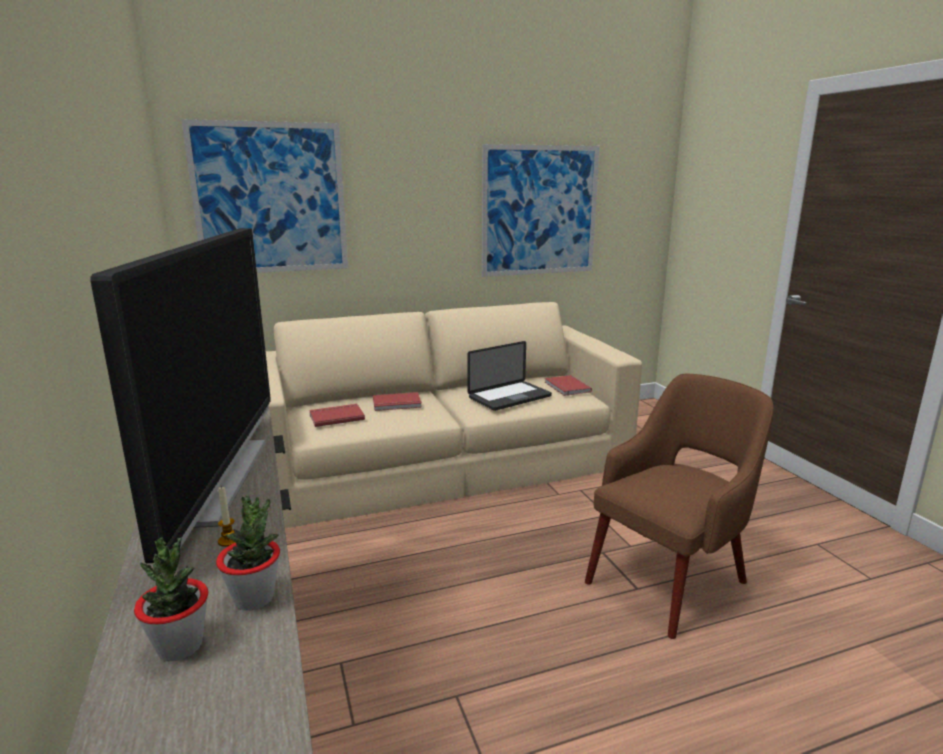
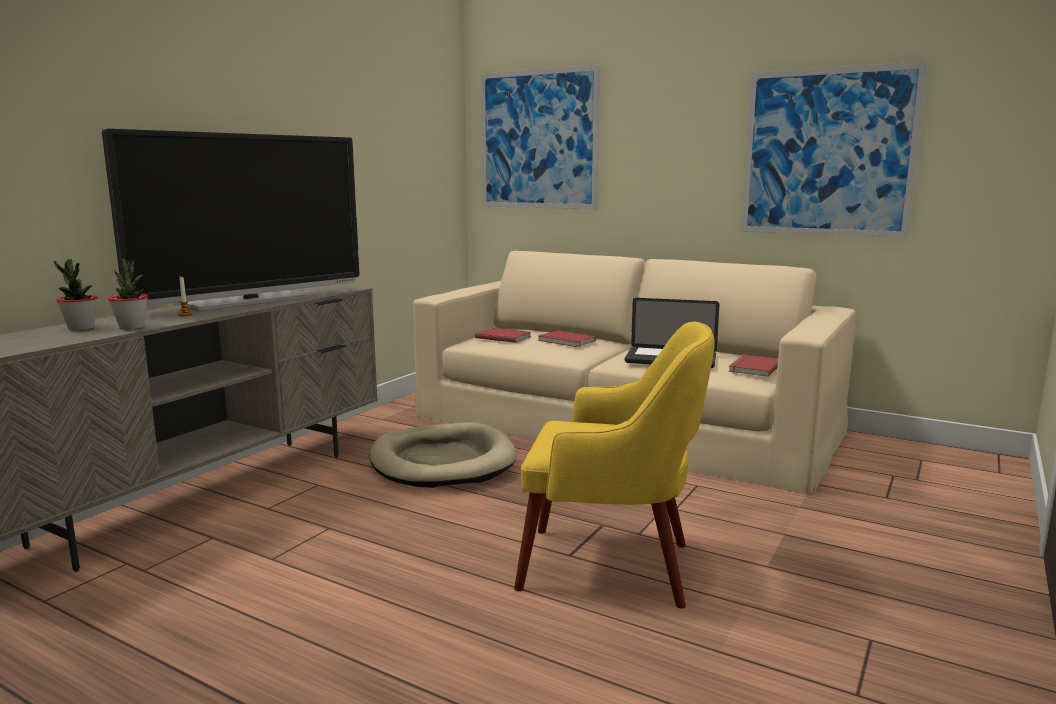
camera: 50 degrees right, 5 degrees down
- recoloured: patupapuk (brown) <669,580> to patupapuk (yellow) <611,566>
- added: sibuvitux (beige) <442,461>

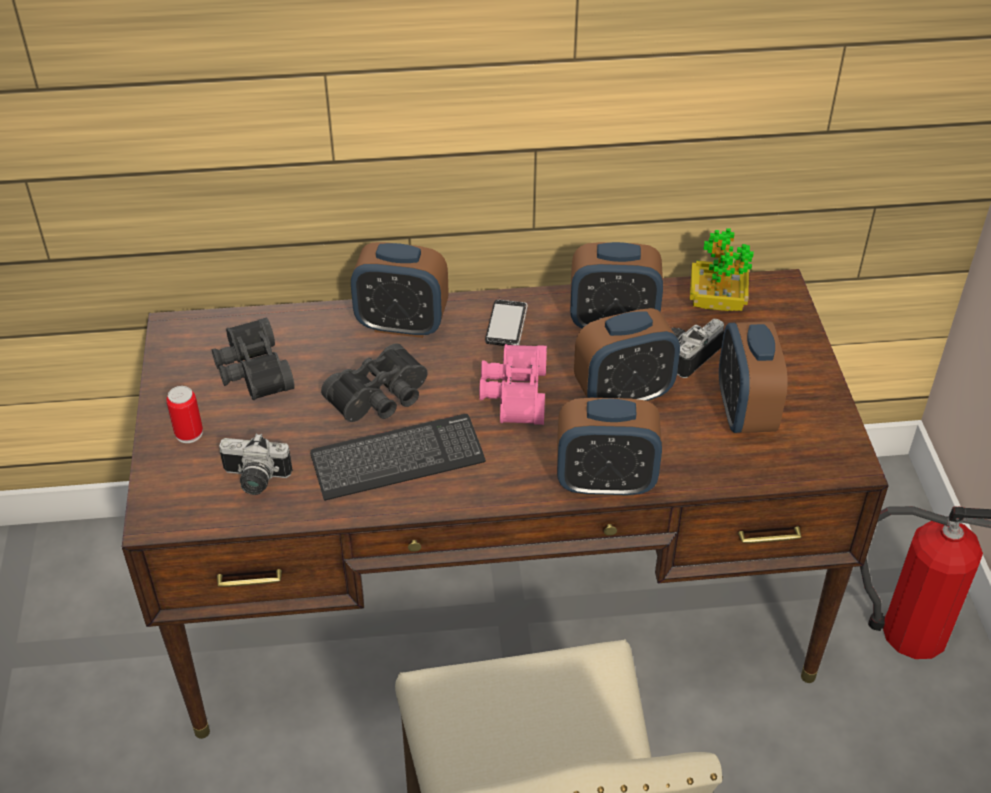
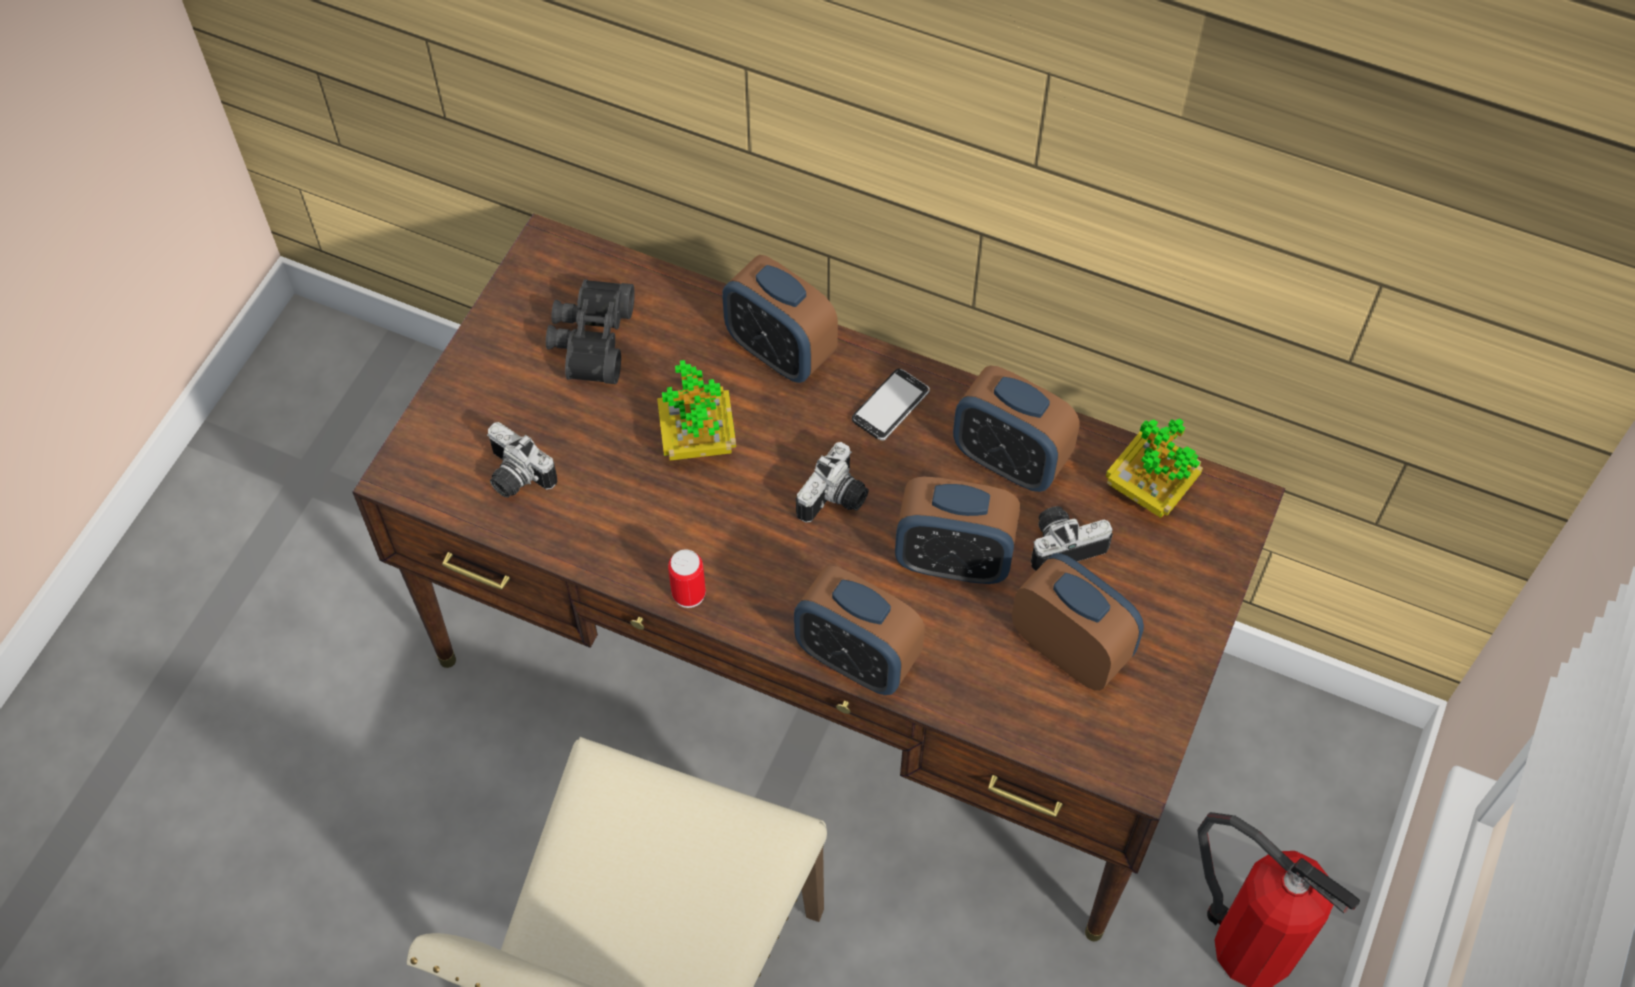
camera: 30 degrees right, 15 degrees up
- turned: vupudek <744,411> = <1070,648> 105 degrees clockwise
- replaced: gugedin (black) <381,398> to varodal <698,439>
- replaced: gugedin (pink) <513,394> to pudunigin <836,500>
- moved: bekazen <189,433> to <688,593>
- removed: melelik <398,459>

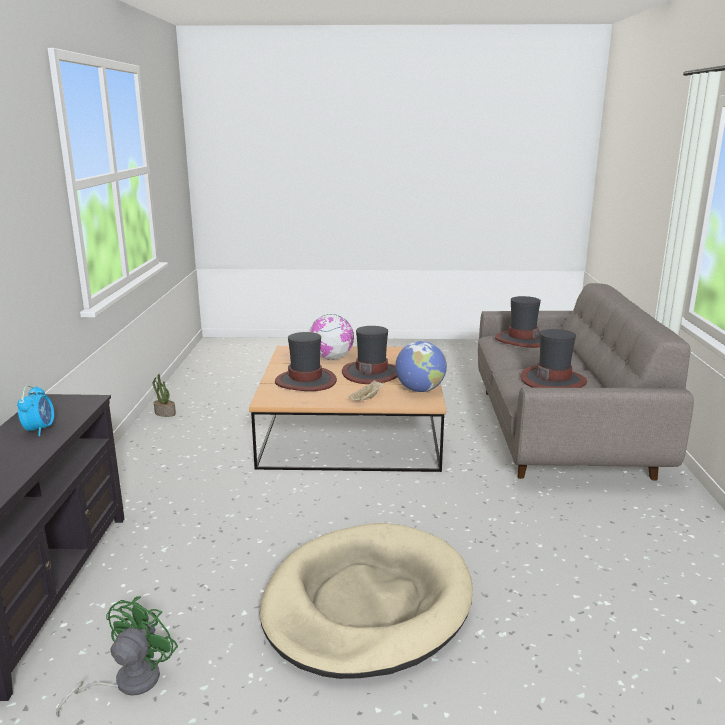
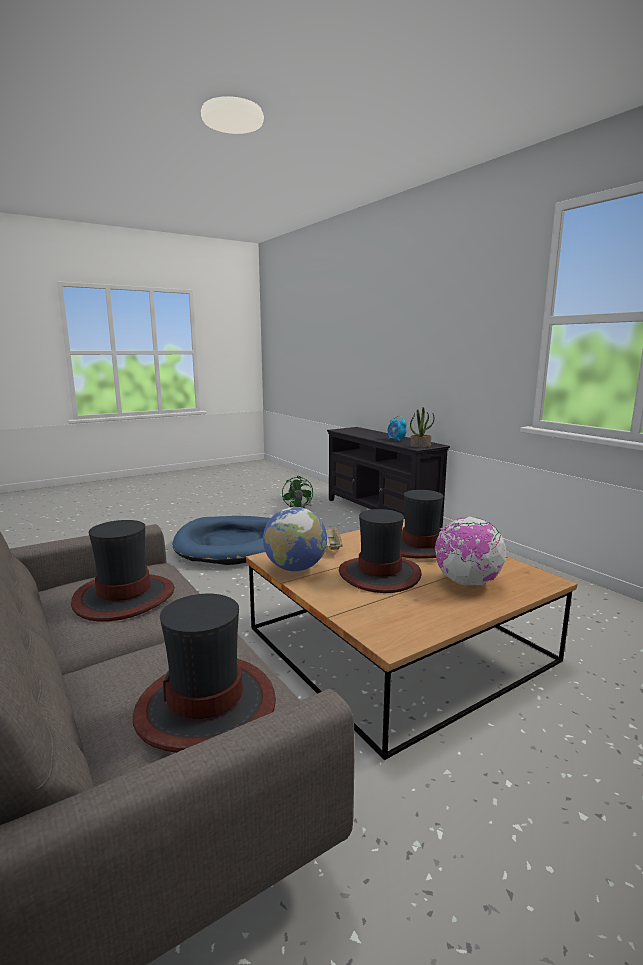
camera: 145 degrees right, 5 degrees down
- moved: varodal <164,413> to <420,446>
- recoloured: sibuvitux (beige) <367,604> to sibuvitux (blue) <232,544>

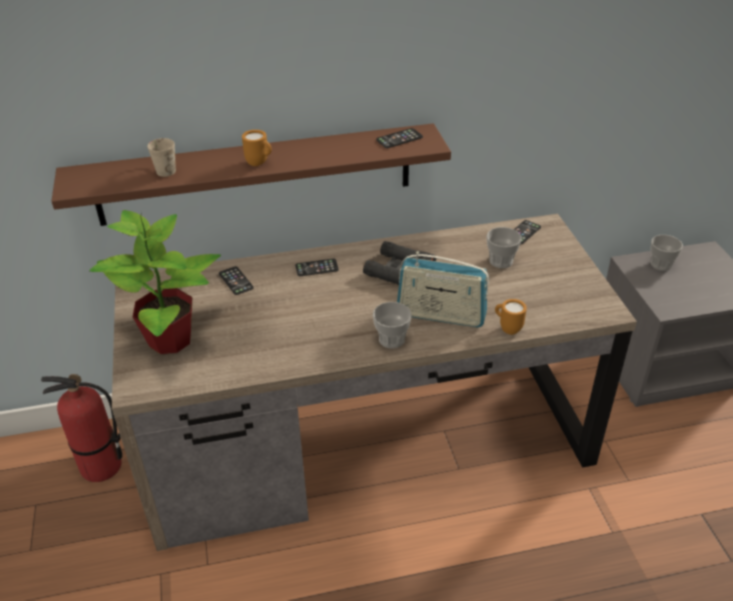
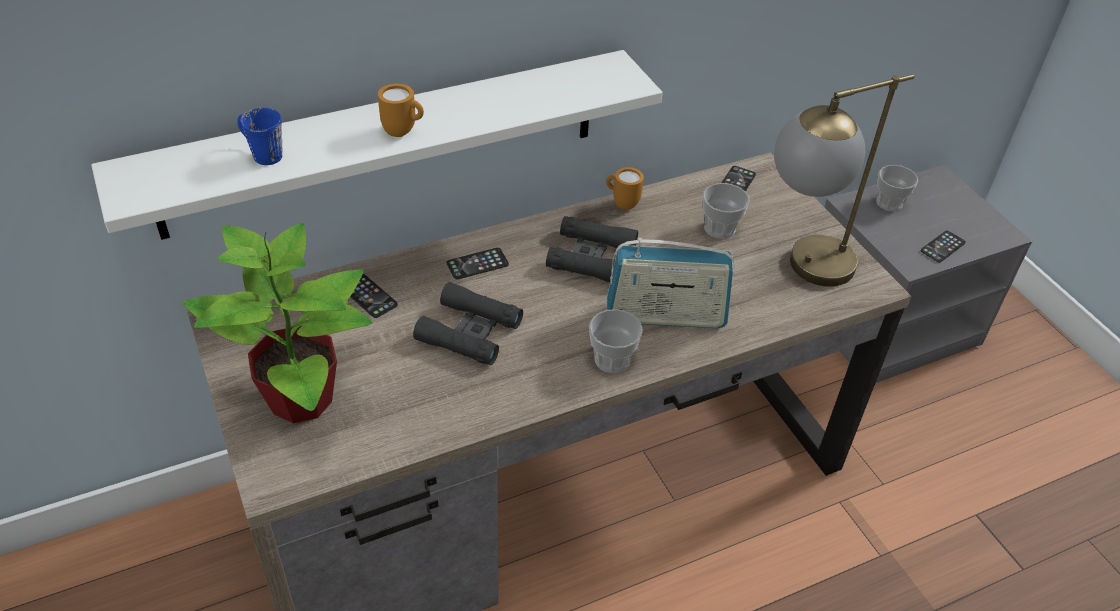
camera: 15 degrees left, 5 degrees up
- recoloured: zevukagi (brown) <255,175> to zevukagi (white) <384,143>
- moved: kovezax <399,139> to <942,247>
- recoloured: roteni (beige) <162,169> to roteni (blue) <261,153>
- moved: roteni (orange) <507,328> to <622,203>
- removed: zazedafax <101,467>
- added: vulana <802,271>
- added: gugedin (black) <469,332>

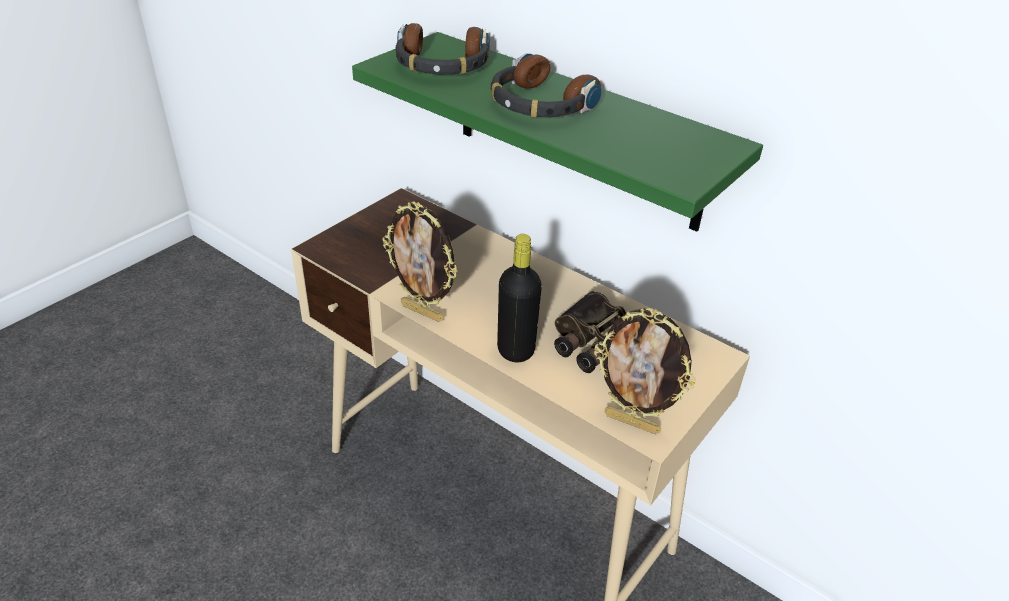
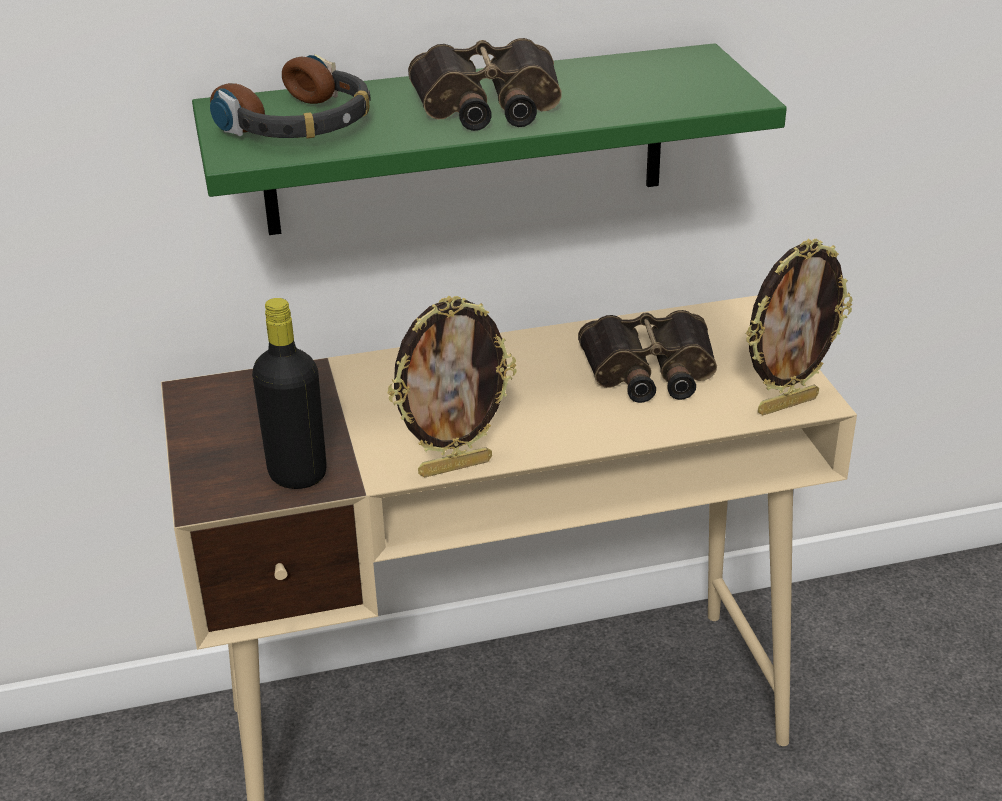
camera: 50 degrees left, 5 degrees down
- replaced: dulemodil <539,104> to gugedin <488,105>
- moved: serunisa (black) <515,350> to <297,474>

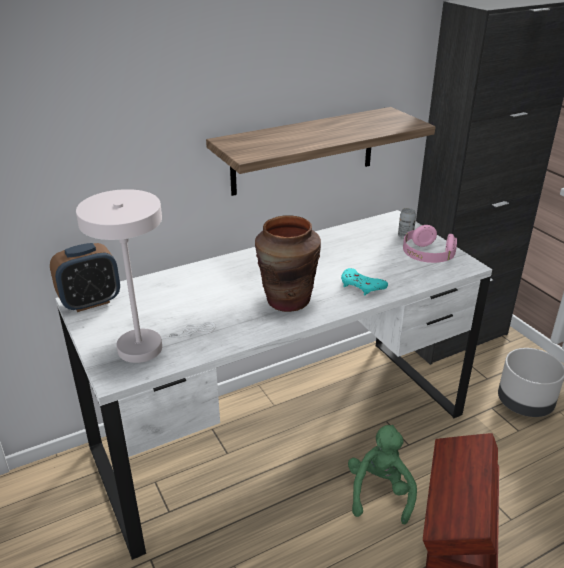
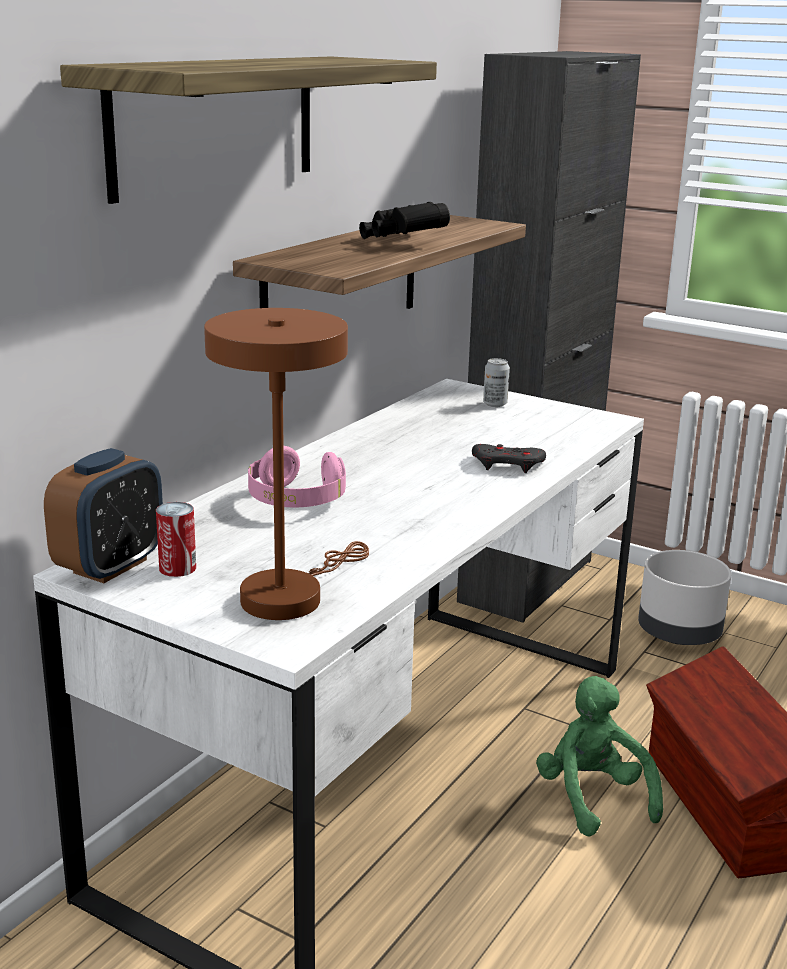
camera: 30 degrees left, 10 degrees down
- recoloured: vulana (white) <148,346> to vulana (brown) <289,594>
- removed: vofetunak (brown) <287,300>
- moved: dulemodil (pink) <427,256> to <296,501>
- recoloured: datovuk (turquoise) <361,285> to datovuk (grey) <507,464>
- added: zevukagi <215,124>
- added: gugedin (black) <401,241>
- added: bekazen <177,568>

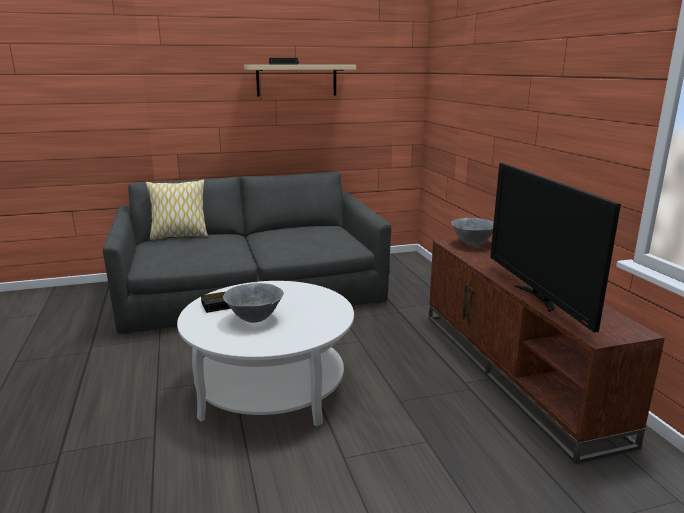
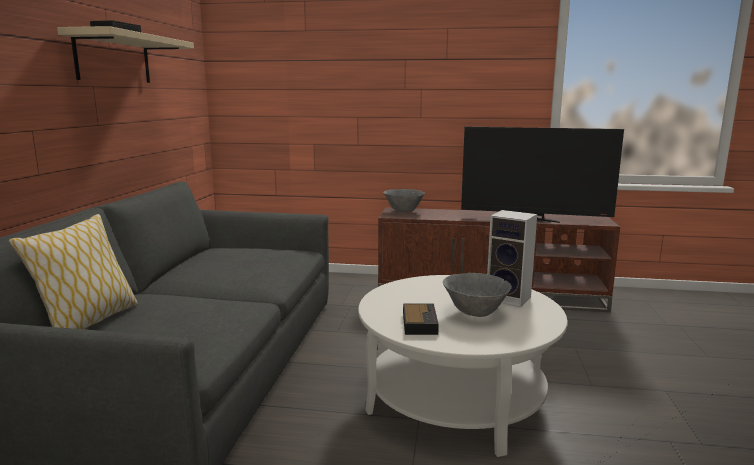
camera: 65 degrees left, 5 degrees down
- added: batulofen <510,298>

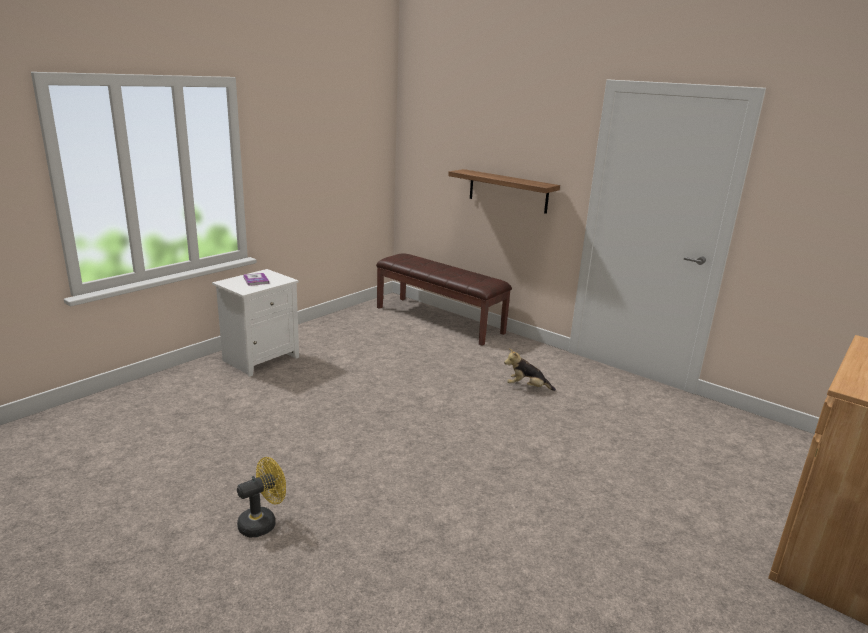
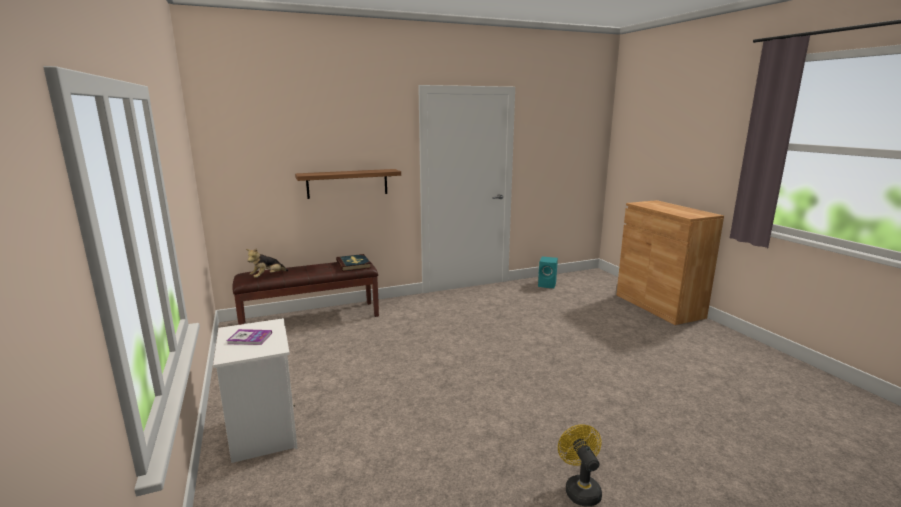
camera: 60 degrees left, 5 degrees down
- moved: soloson <527,387> to <268,277>
- added: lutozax <353,264>
- added: batulofen (turquoise) <547,285>

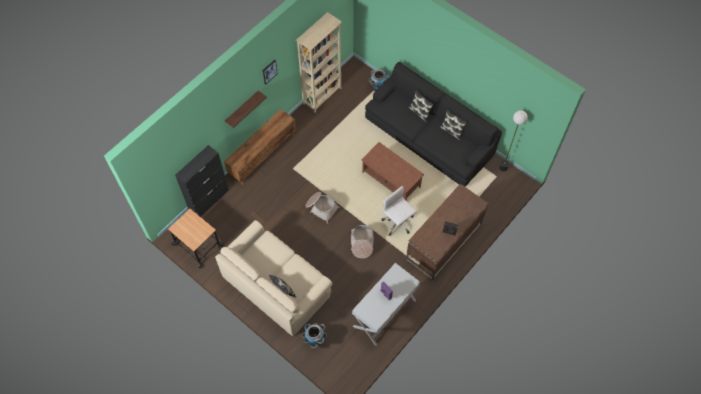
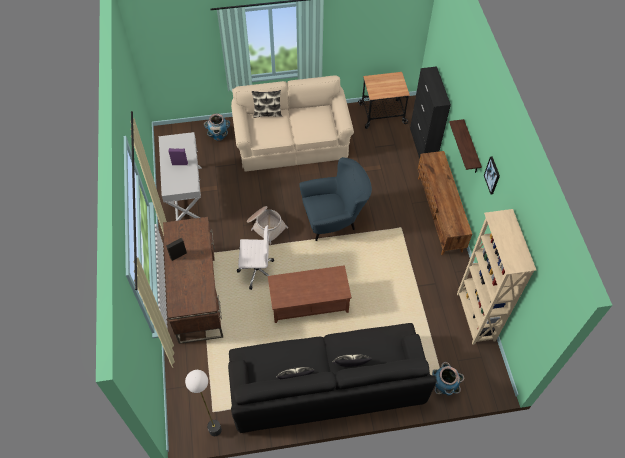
camera: 130 degrees right, 5 degrees down
- replaced: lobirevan <321,208> to patupapuk (blue) <334,221>

